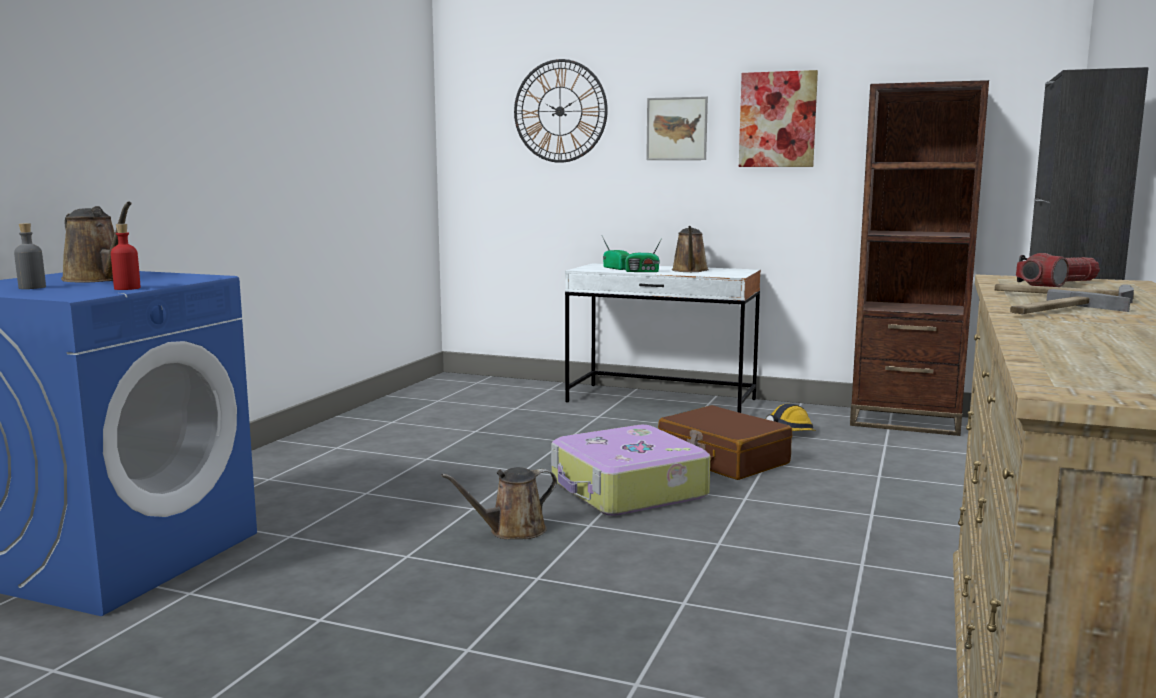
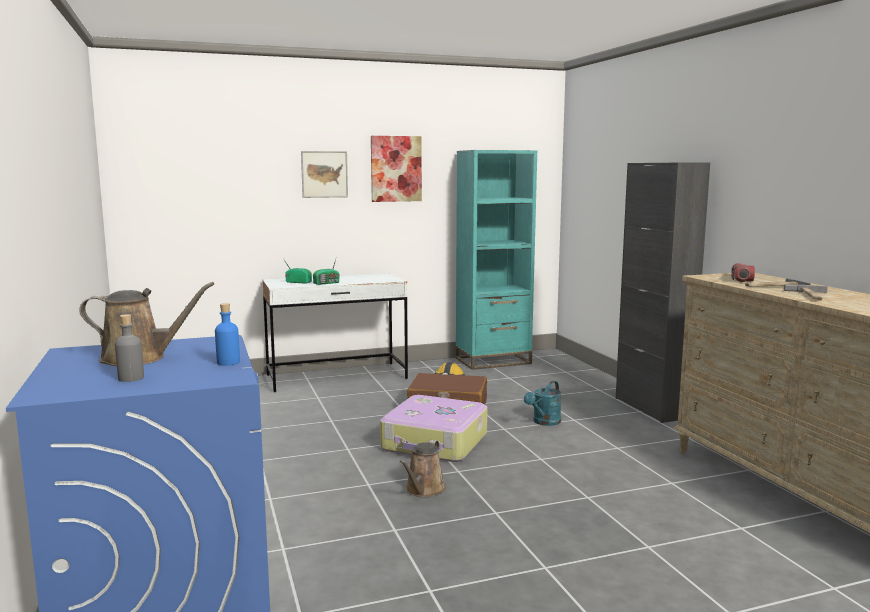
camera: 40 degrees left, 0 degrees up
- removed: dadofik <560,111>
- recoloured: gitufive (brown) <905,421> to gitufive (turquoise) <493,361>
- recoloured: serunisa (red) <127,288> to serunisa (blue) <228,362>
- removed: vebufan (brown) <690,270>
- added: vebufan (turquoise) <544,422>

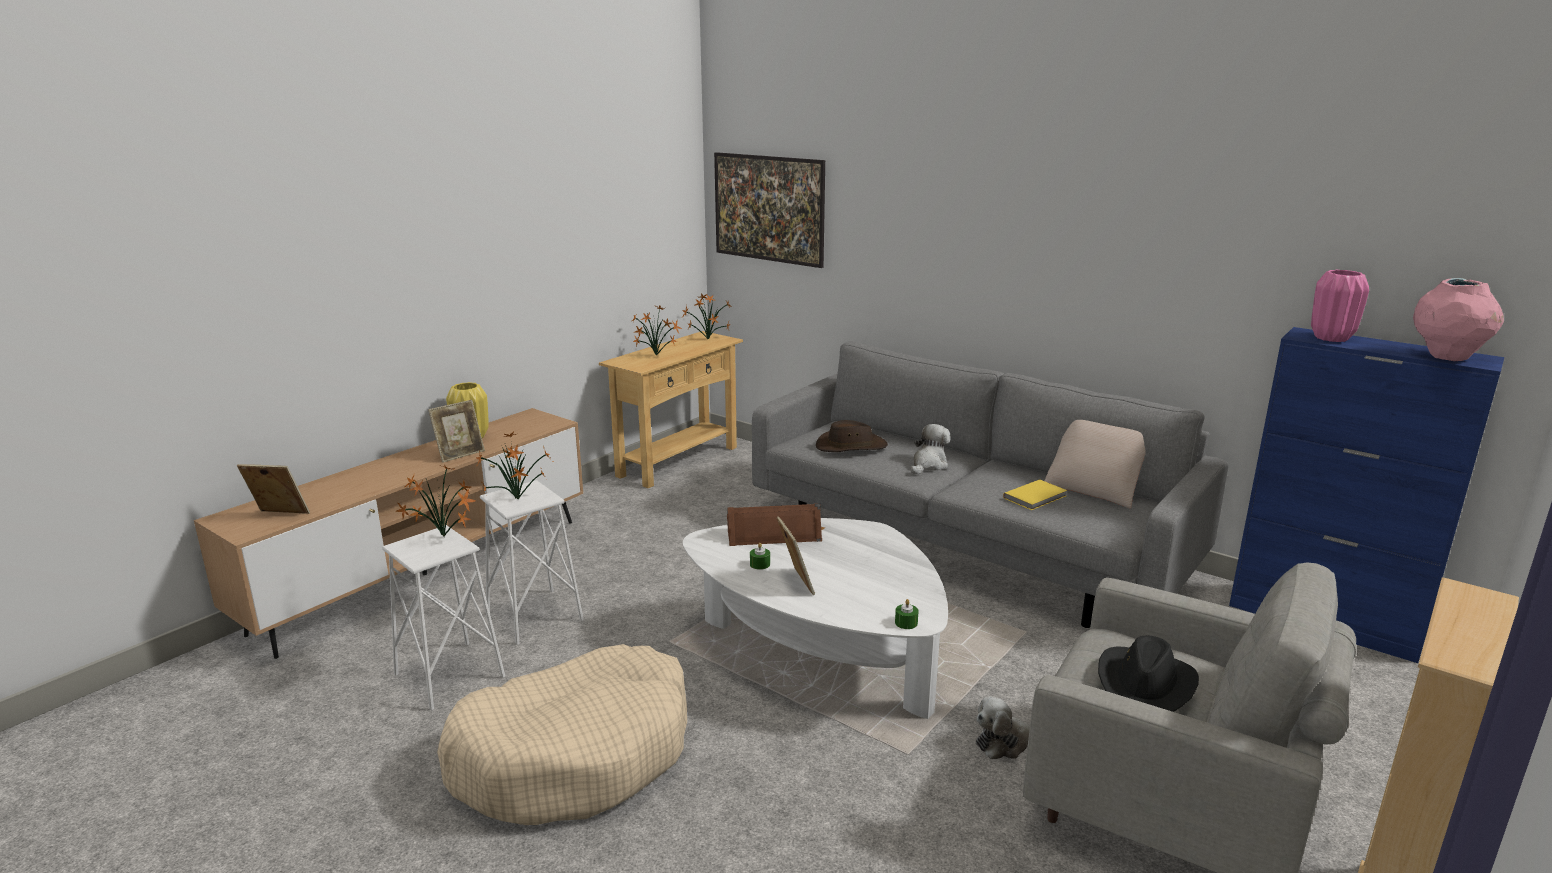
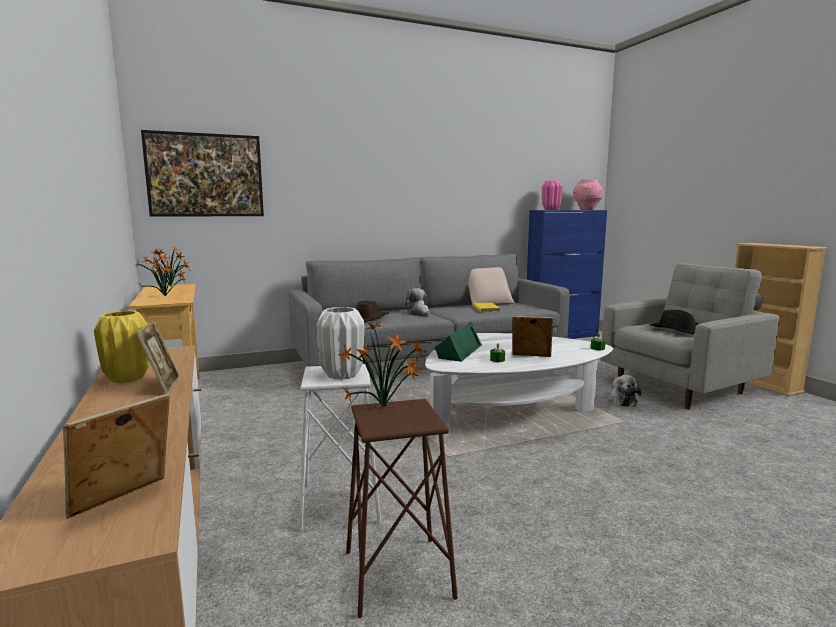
camera: 60 degrees left, 10 degrees down
- replaced: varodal <520,499> to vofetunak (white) <341,375>
- recoloured: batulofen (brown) <773,534> to batulofen (green) <458,351>
- recoloured: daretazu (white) <450,675> to daretazu (brown) <398,574>
- removed: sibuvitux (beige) <575,755>

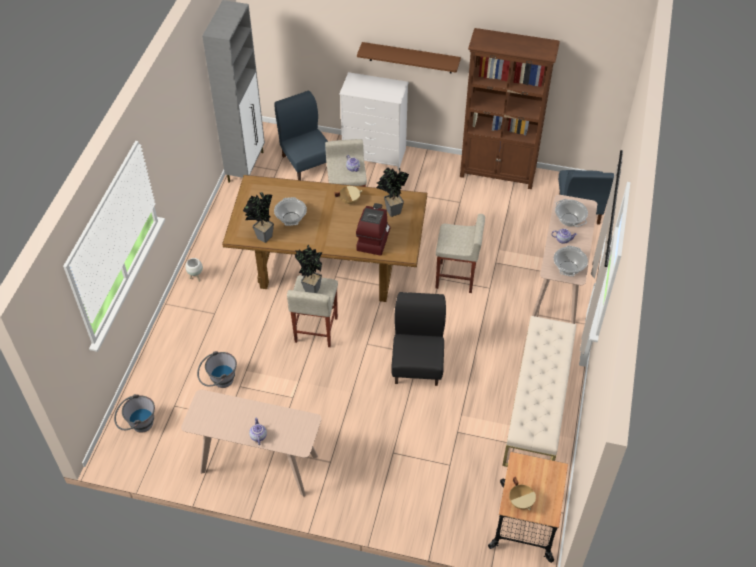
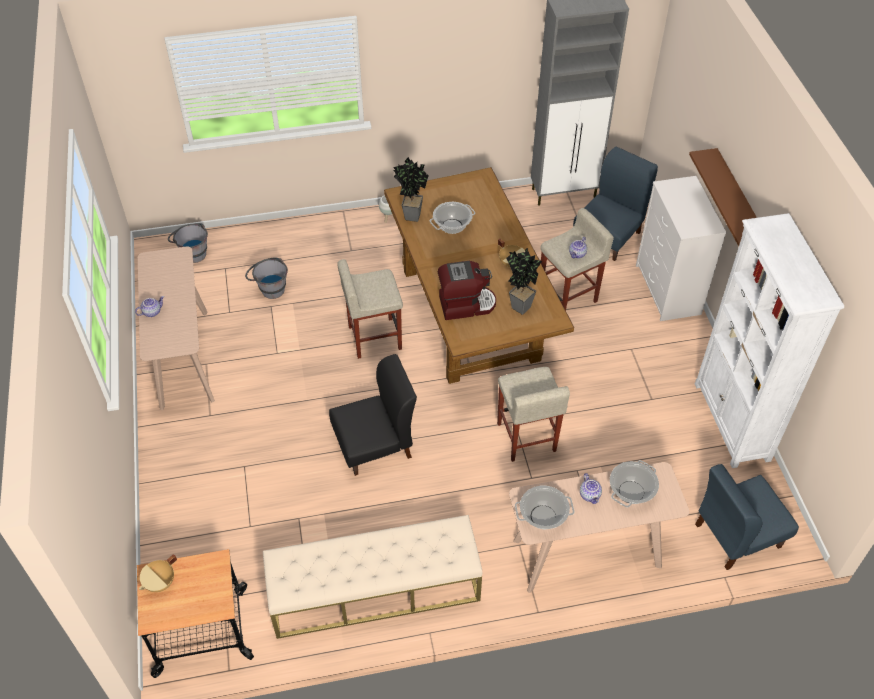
camera: 65 degrees right, 0 degrees up
- recoloured: gitufive (brown) <498,173> to gitufive (white) <732,422>
- removed: varodal <310,288>

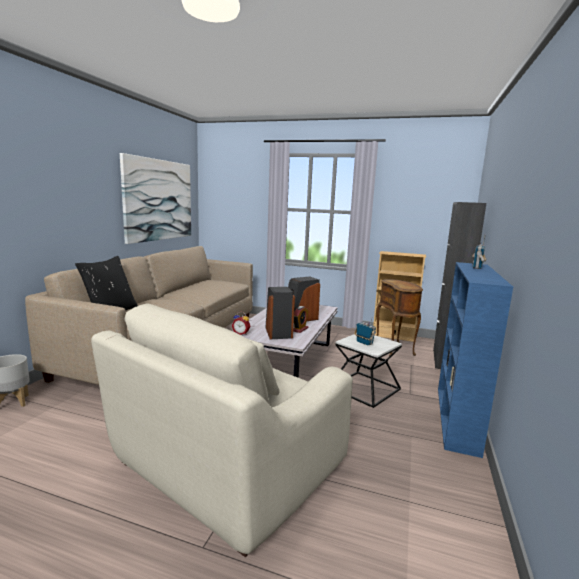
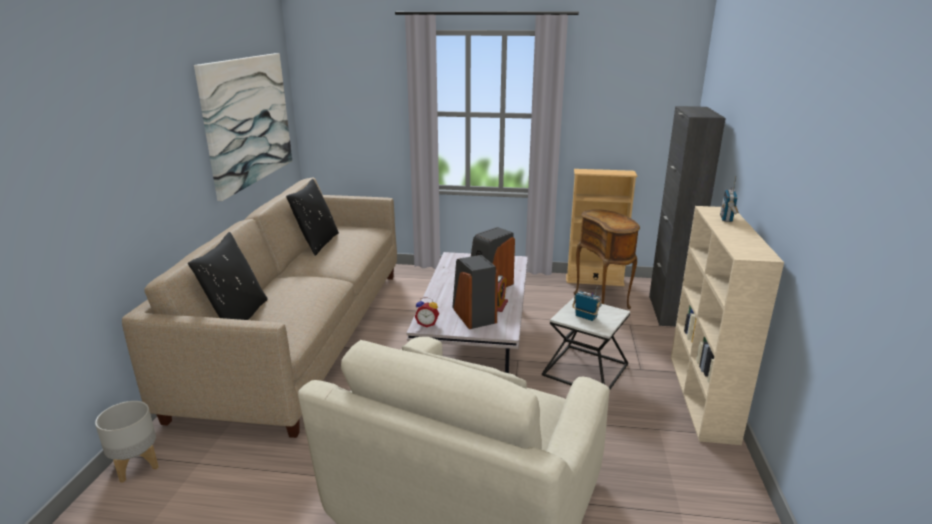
camera: 10 degrees left, 10 degrees up
- recoloured: gitufive (blue) <457,419> to gitufive (beige) <702,397>
- added: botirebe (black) <317,243>

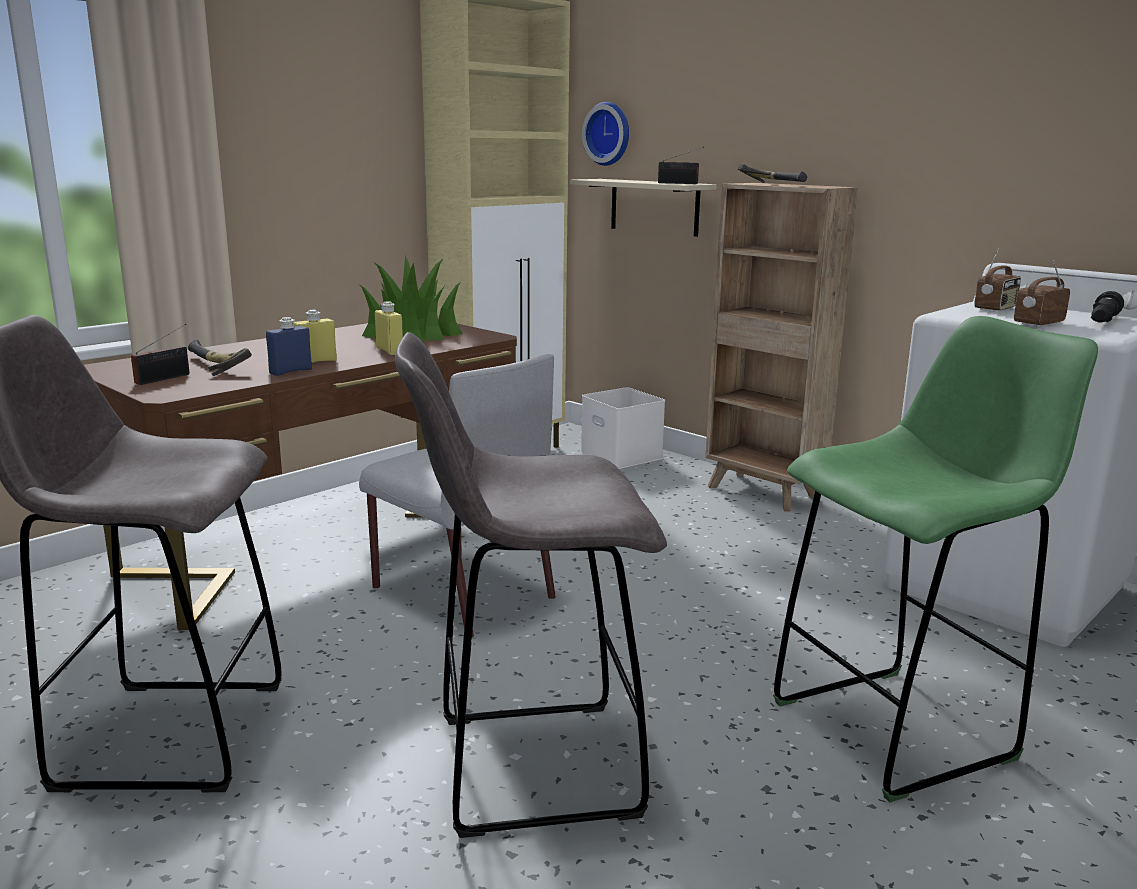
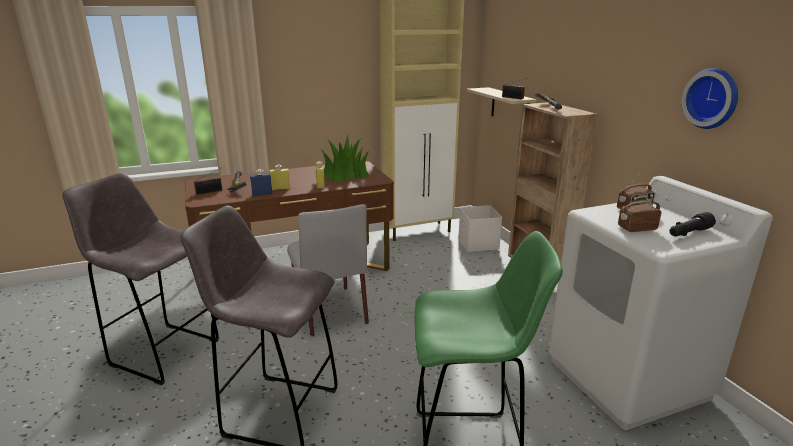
camera: 25 degrees right, 5 degrees up
- moved: dadofik <609,134> to <713,98>

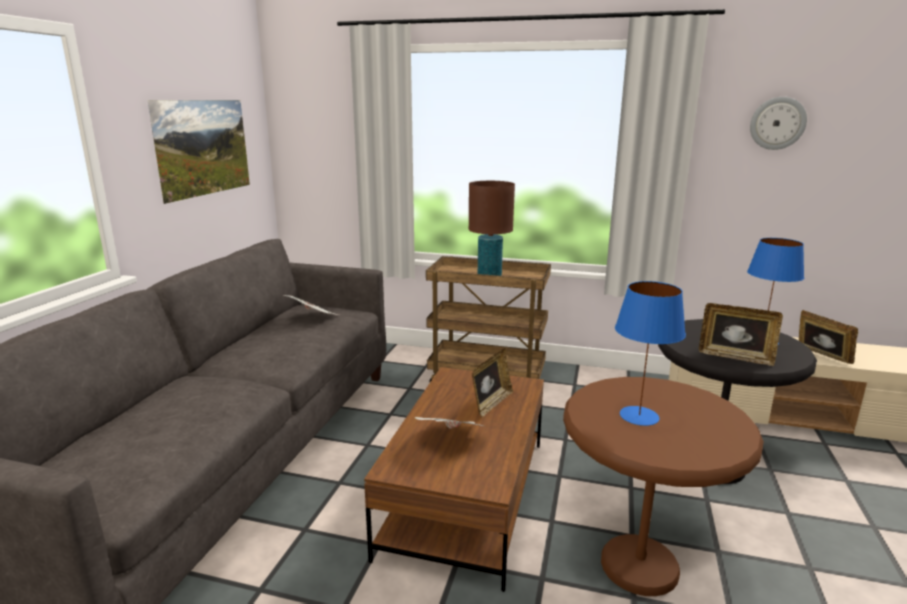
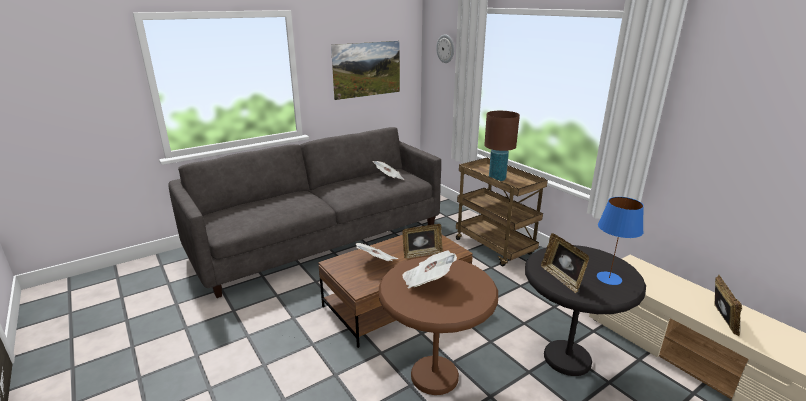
camera: 40 degrees right, 5 degrees up
- moved: dadofik <777,123> to <446,48>
- replaced: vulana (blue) <639,416> to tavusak <427,281>

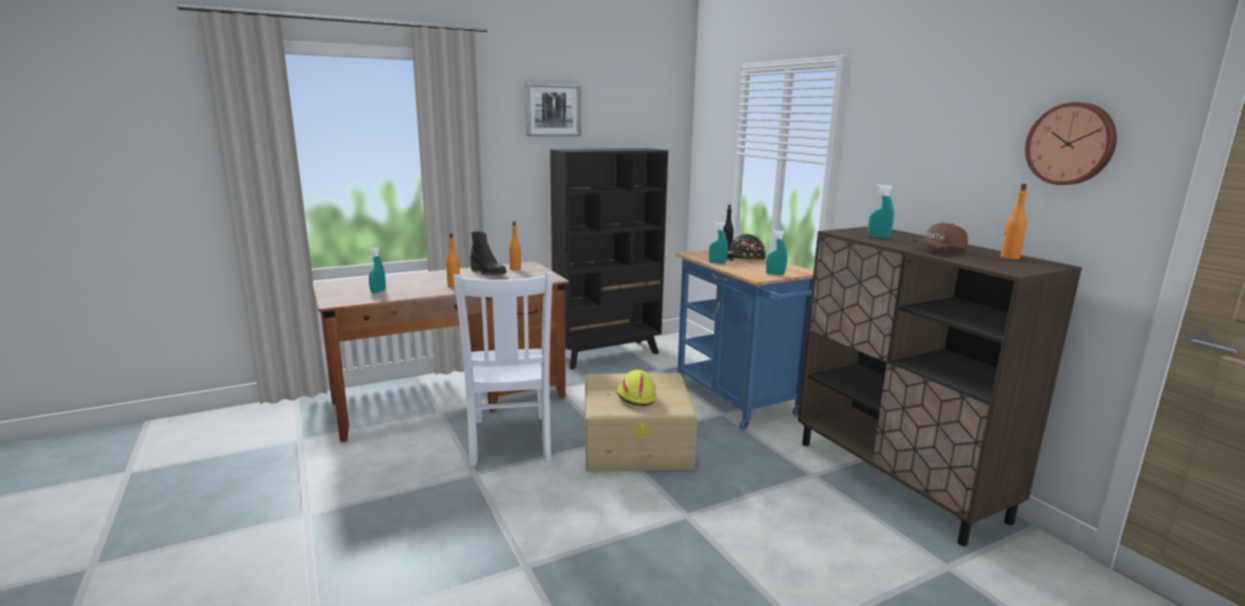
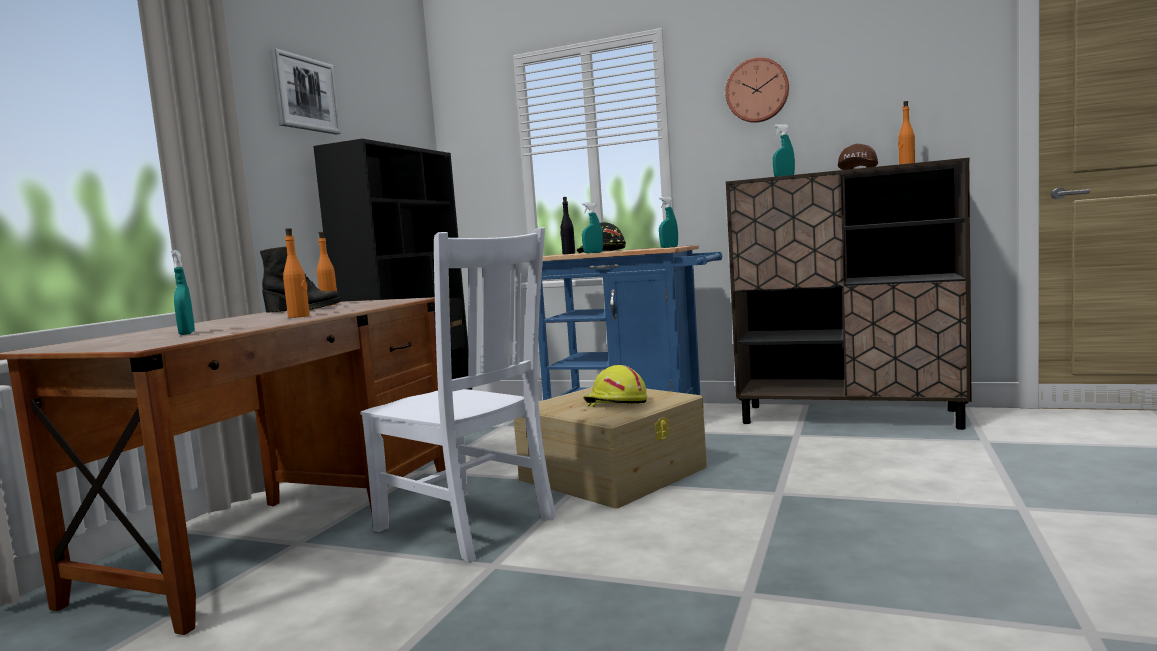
camera: 40 degrees left, 10 degrees down
- moved: dadofik <1071,144> to <757,91>

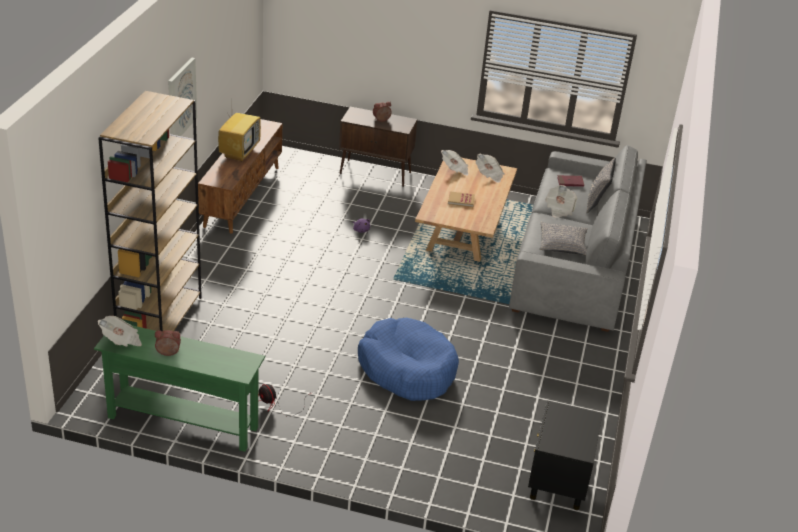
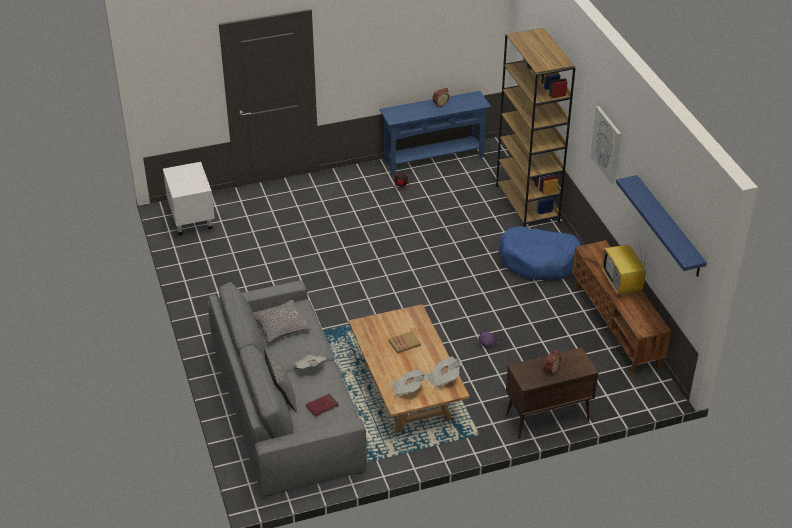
camera: 150 degrees right, 5 degrees up
- removed: tavusak <121,341>
- moved: sibuvitux (blue) <407,369> to <540,261>
- recoloured: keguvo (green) <182,423> to keguvo (blue) <434,159>
- recoloured: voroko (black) <557,487> to voroko (white) <191,221>
- added: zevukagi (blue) <669,227>

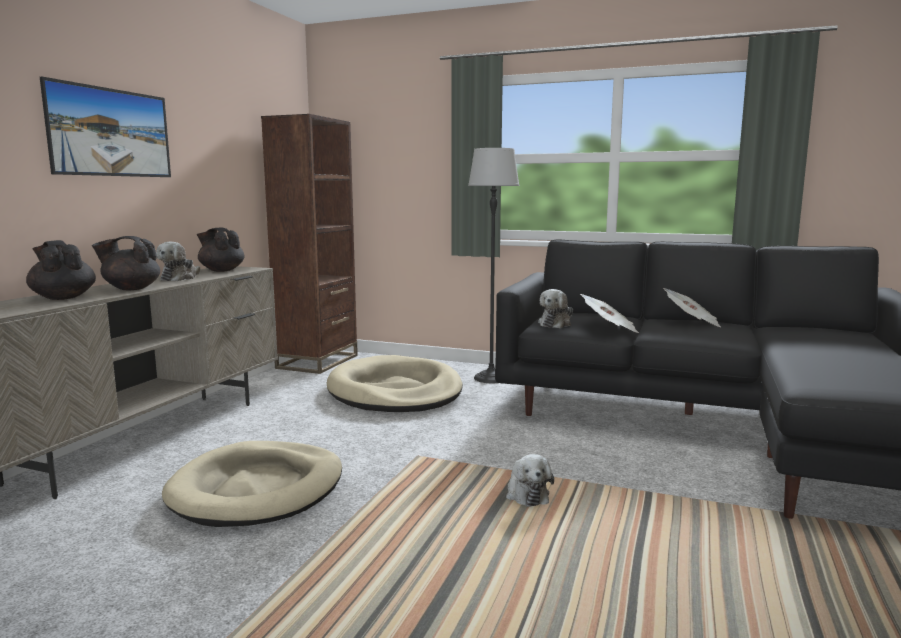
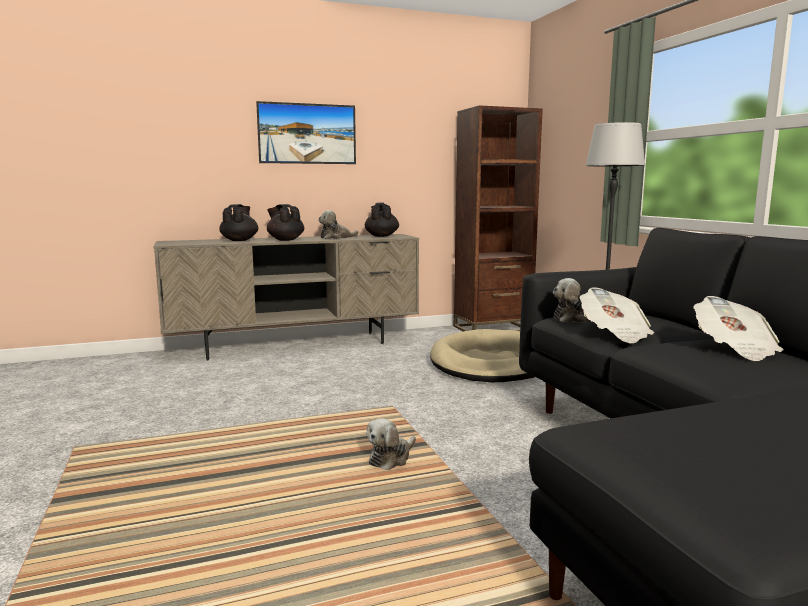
camera: 50 degrees right, 0 degrees up
- removed: sibuvitux (beige) <258,489>

